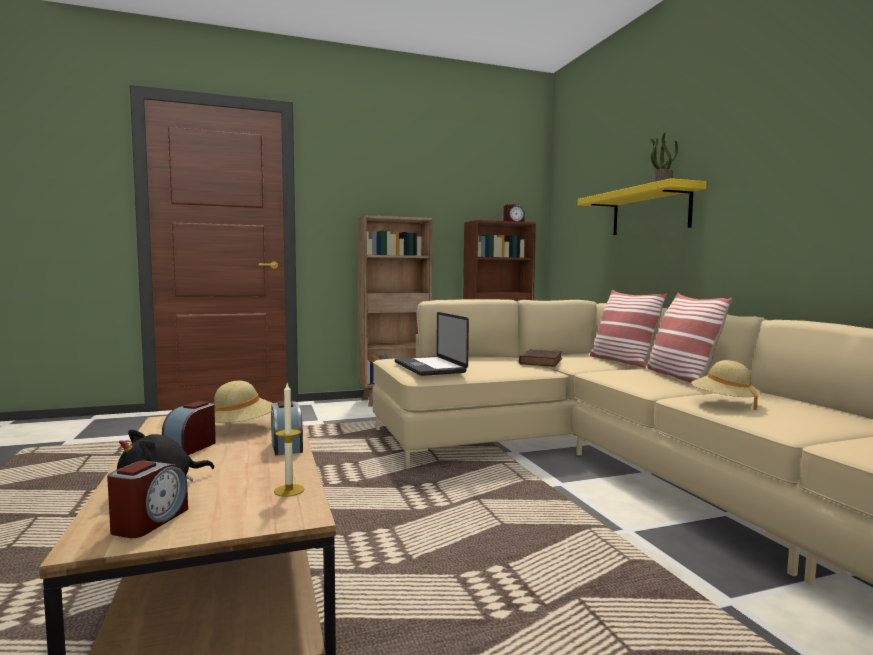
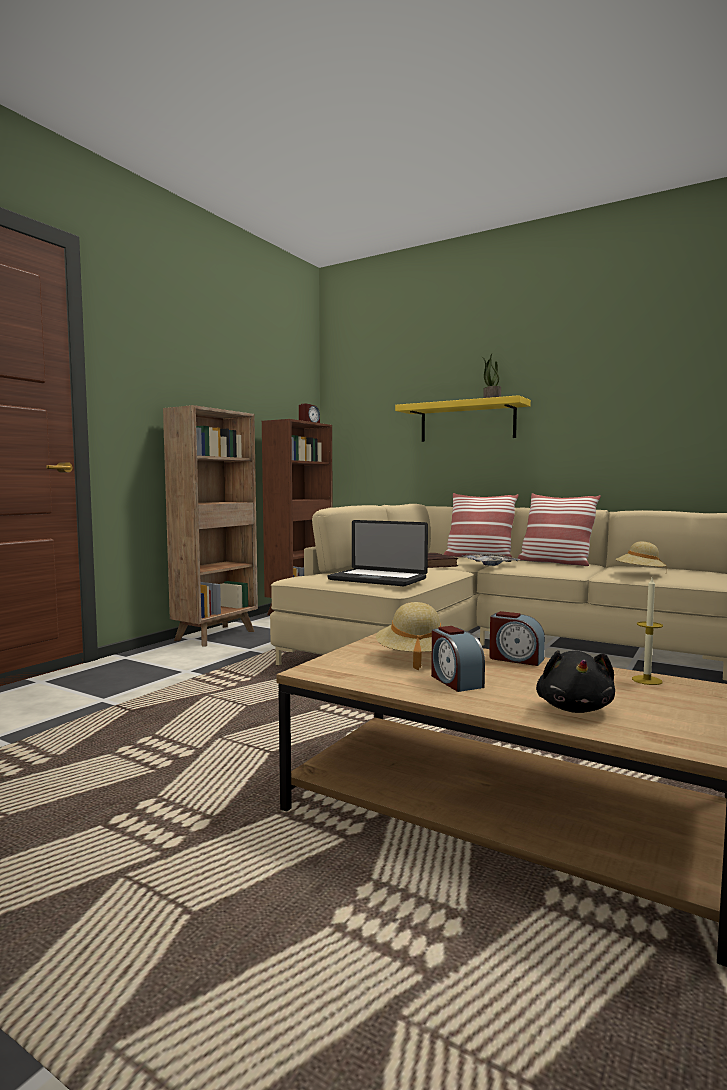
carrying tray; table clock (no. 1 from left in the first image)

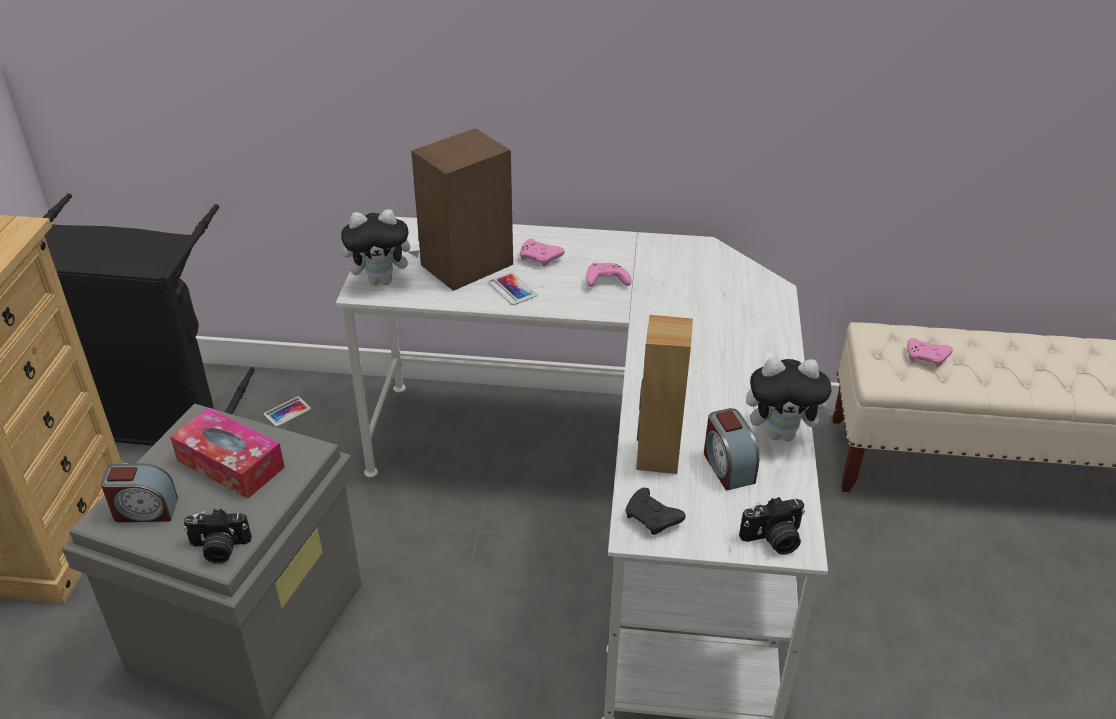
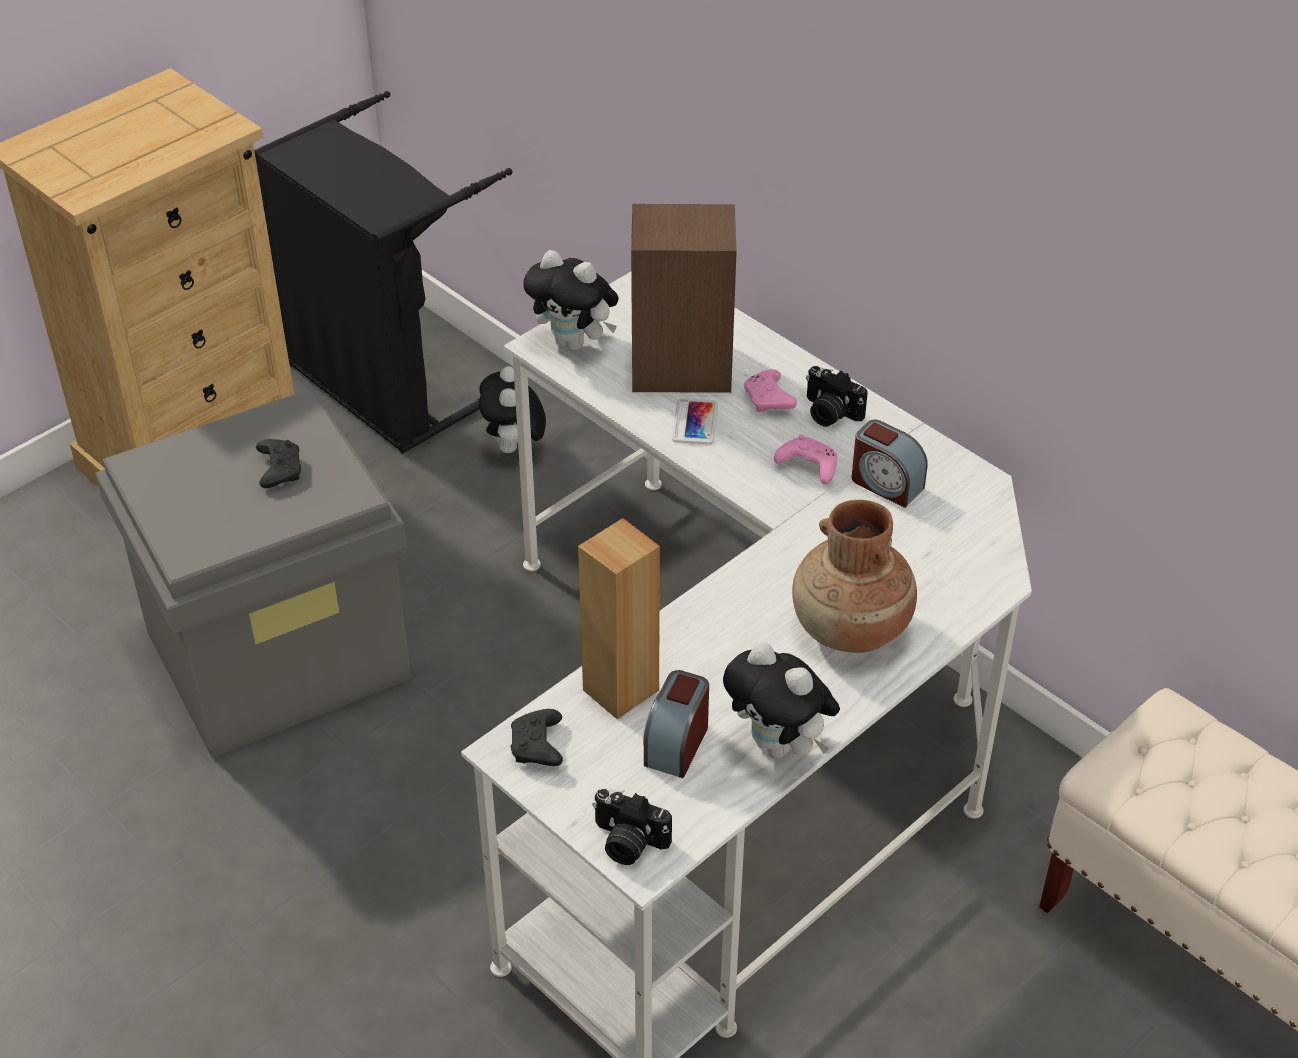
black-coloured gamepad (no. 1 from left); soft toy (no. 1 from left); brownish flower vase; photo camera (no. 2 from left); table clock (no. 2 from left); pink gamepad (no. 3 from left in the first image)

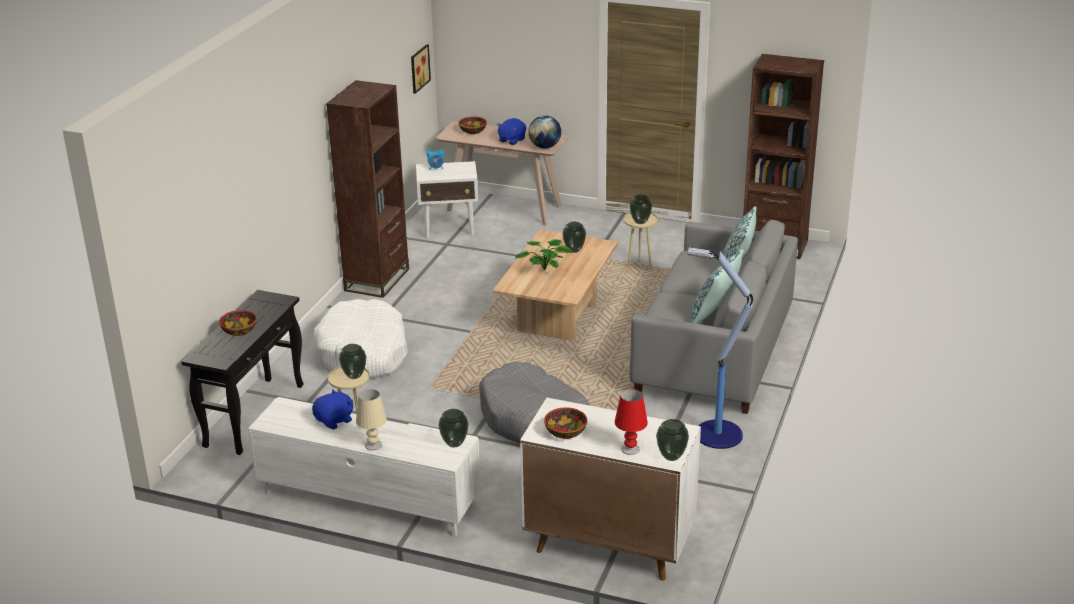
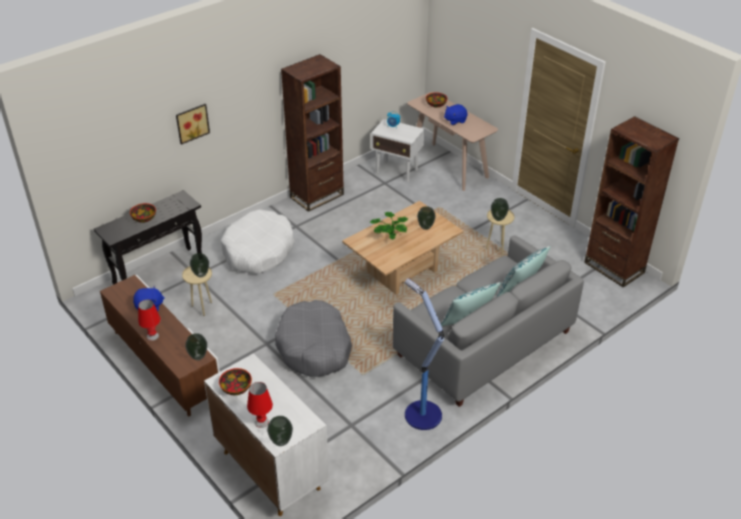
brownish tv unit; red-coloured table lamp (no. 1 from left); picture; globe

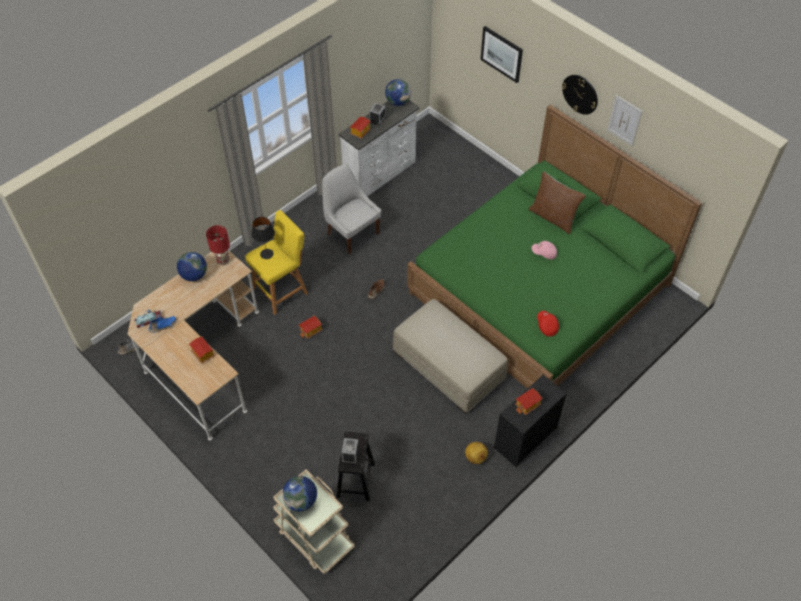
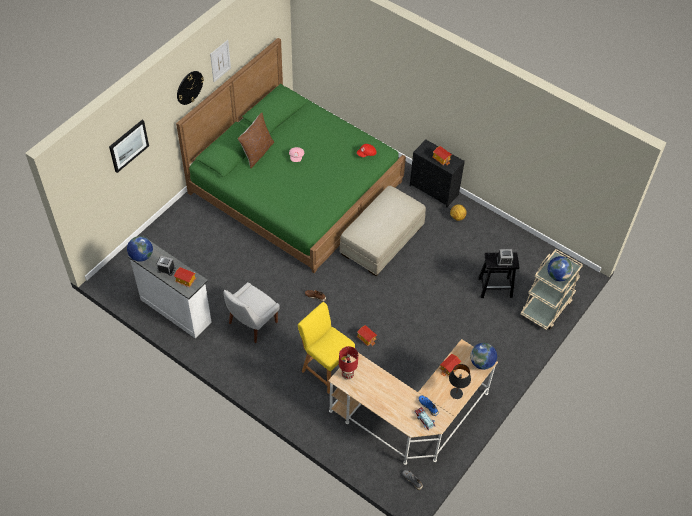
black-coloured table lamp; globe (no. 2 from left)

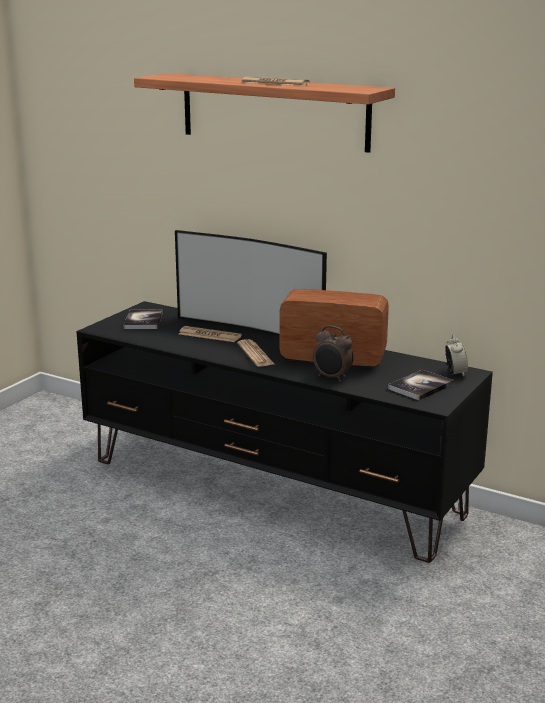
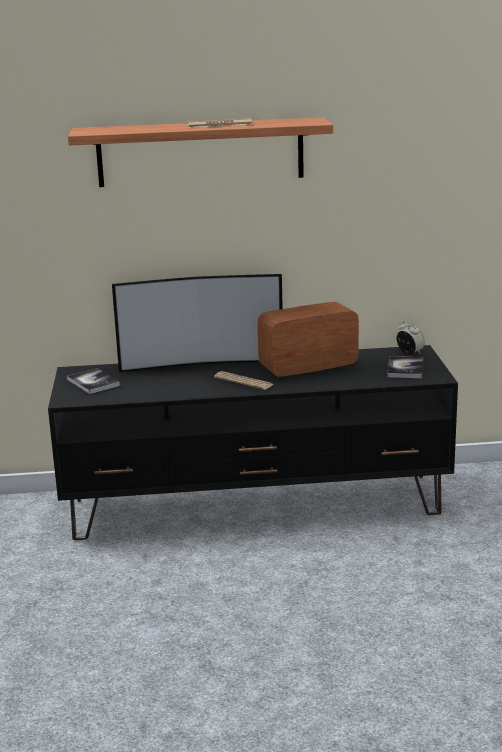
printed paper (no. 1 from left in the first image); table clock (no. 1 from left in the first image)

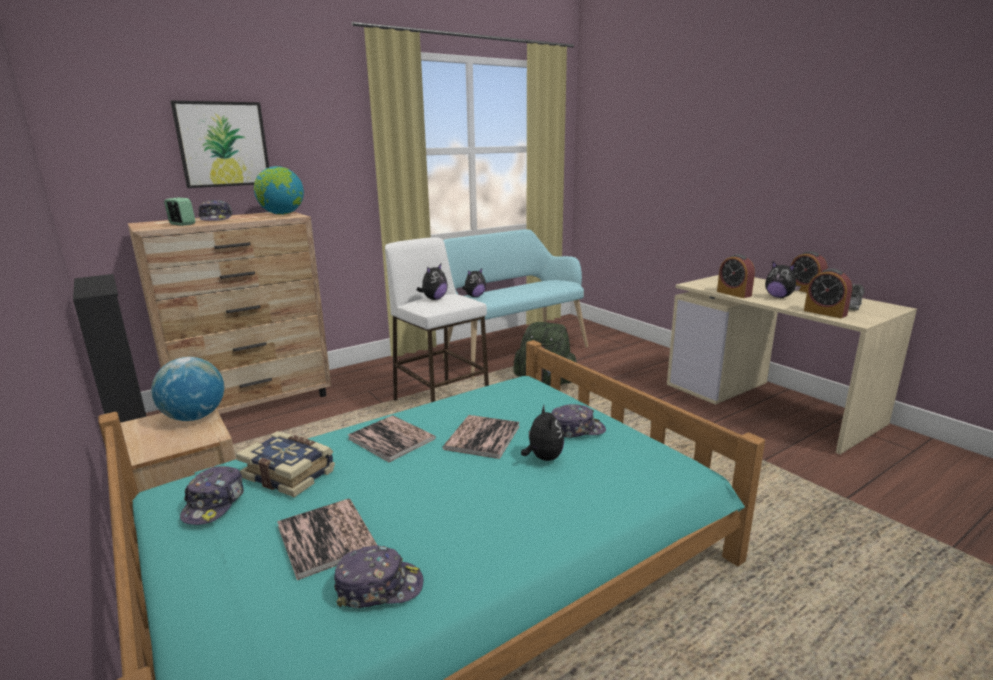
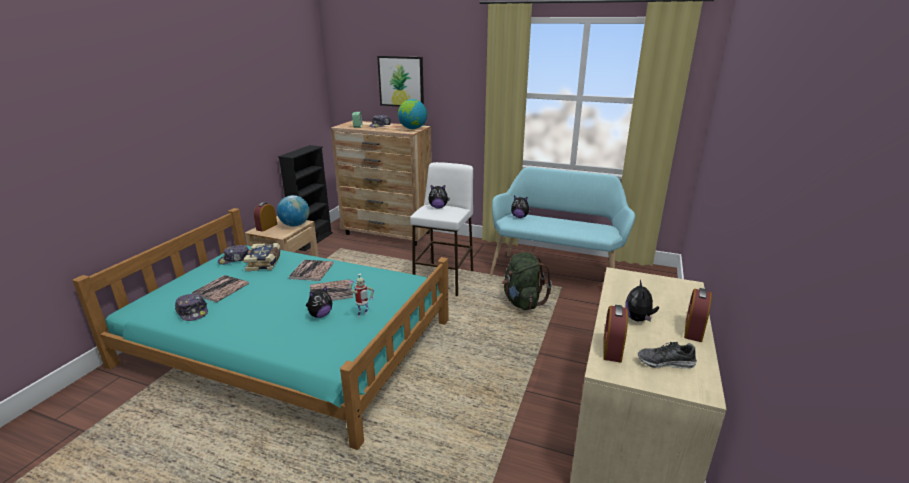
table clock (no. 1 from left); robot figure

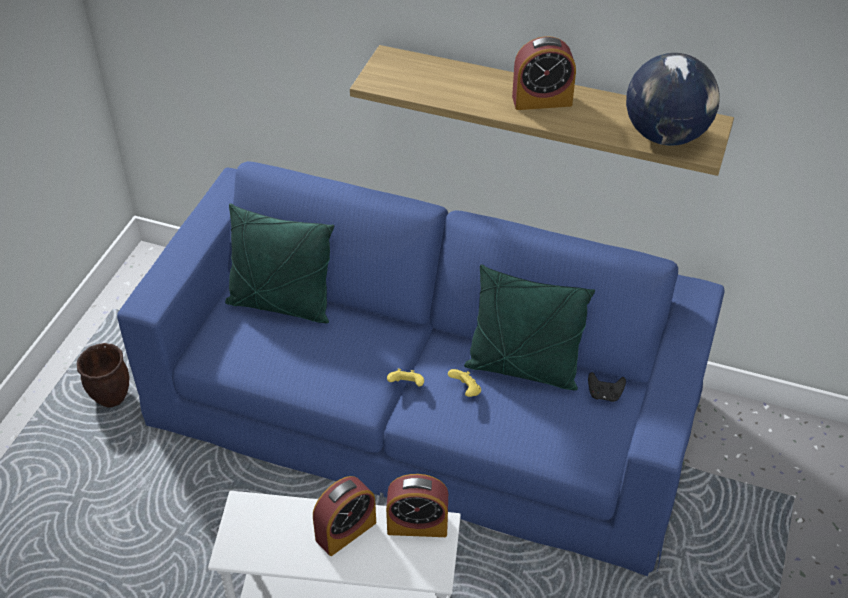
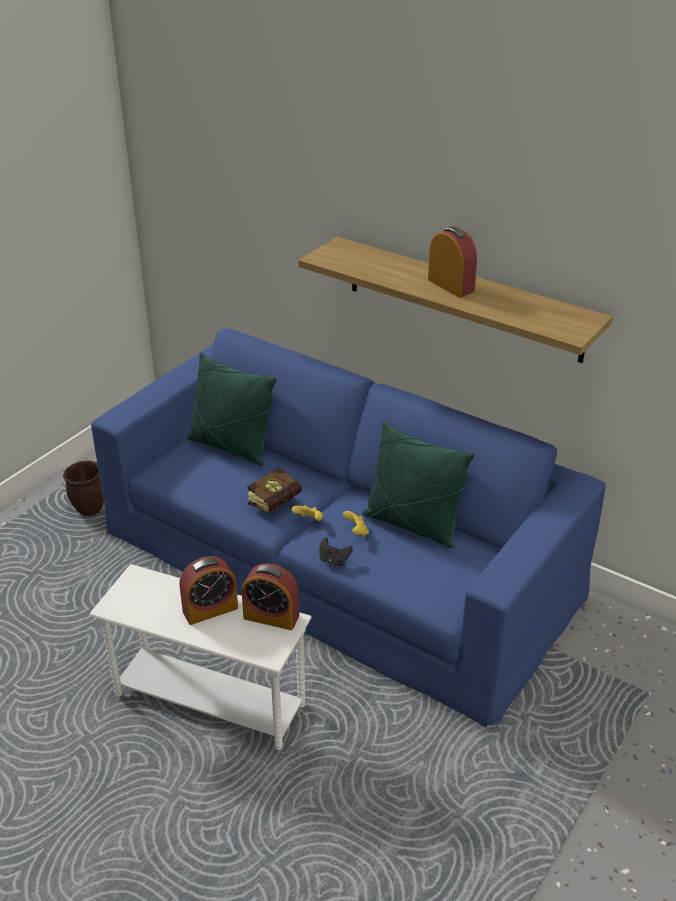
bound book; black-coloured gamepad; table clock (no. 3 from left); globe

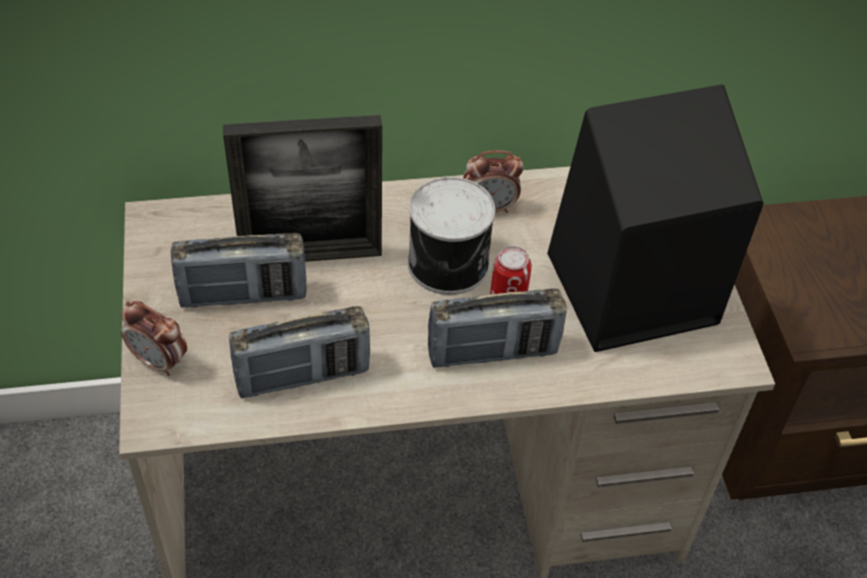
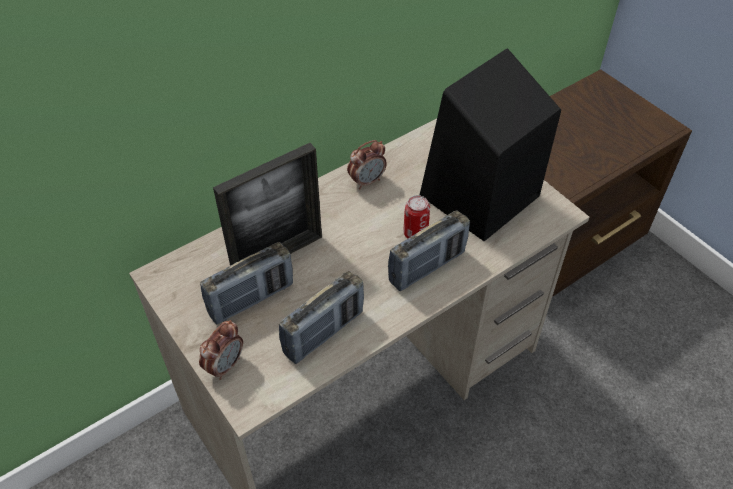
table clock (no. 1 from left); can (no. 1 from left in the first image)

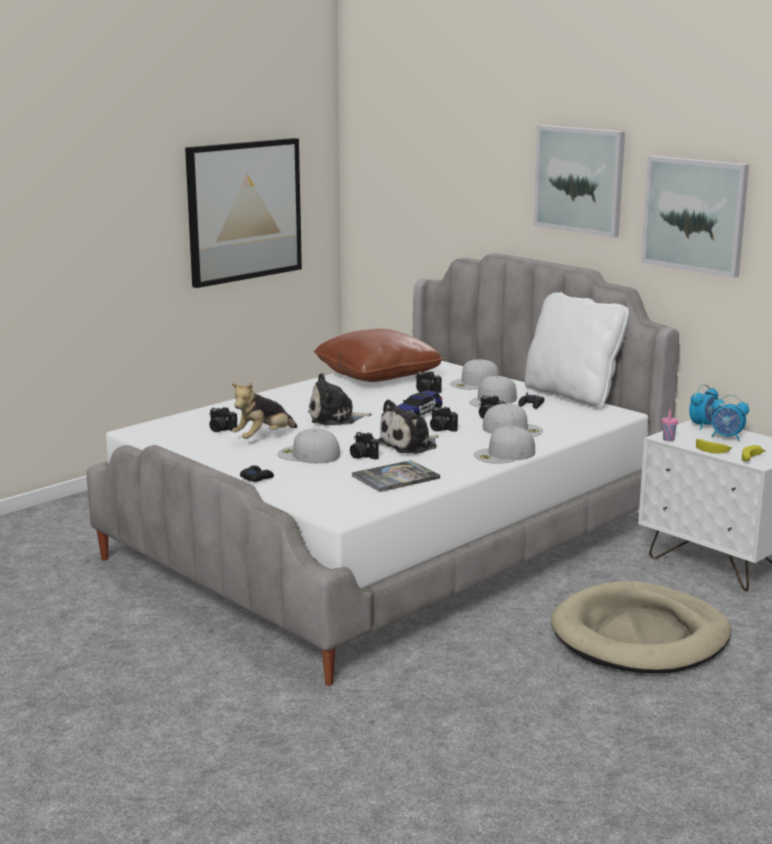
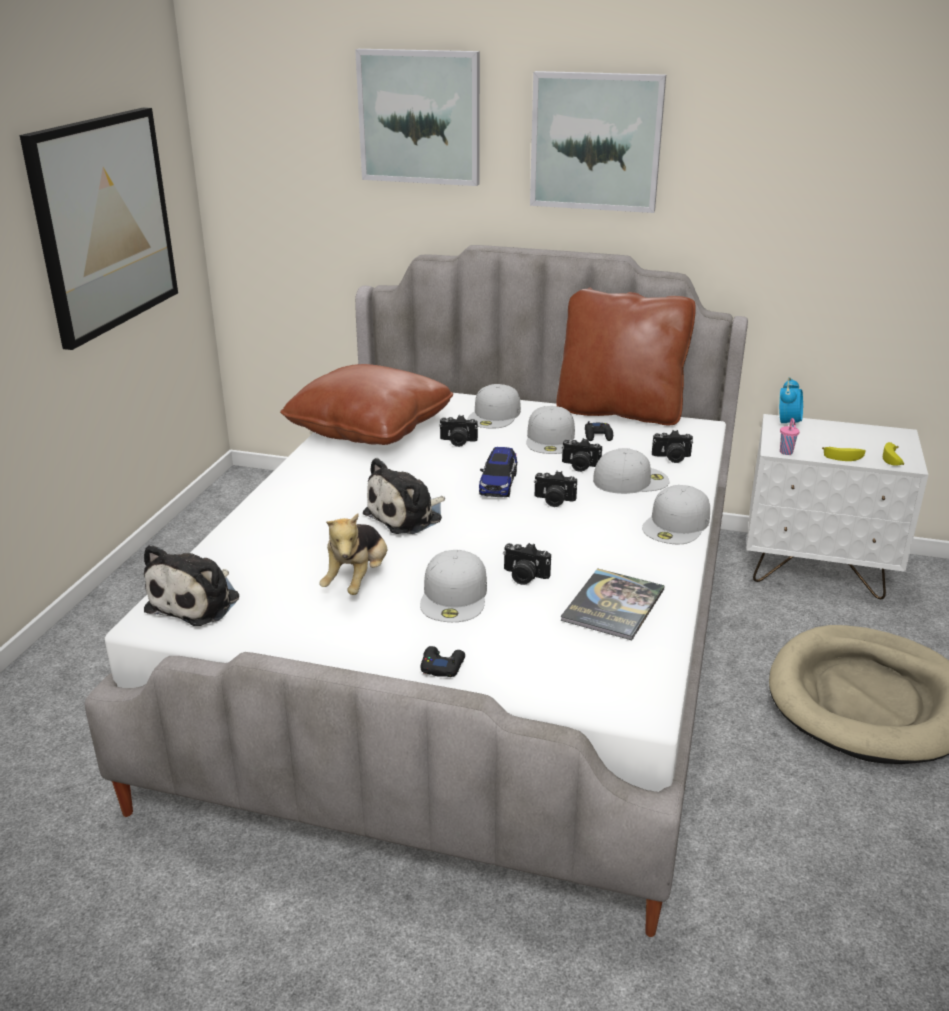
soft toy (no. 1 from left); picture (no. 2 from left); white-coloured cap (no. 1 from left); brownish throw pillow (no. 2 from left); photo camera (no. 5 from left); table clock (no. 2 from left in the first image)

